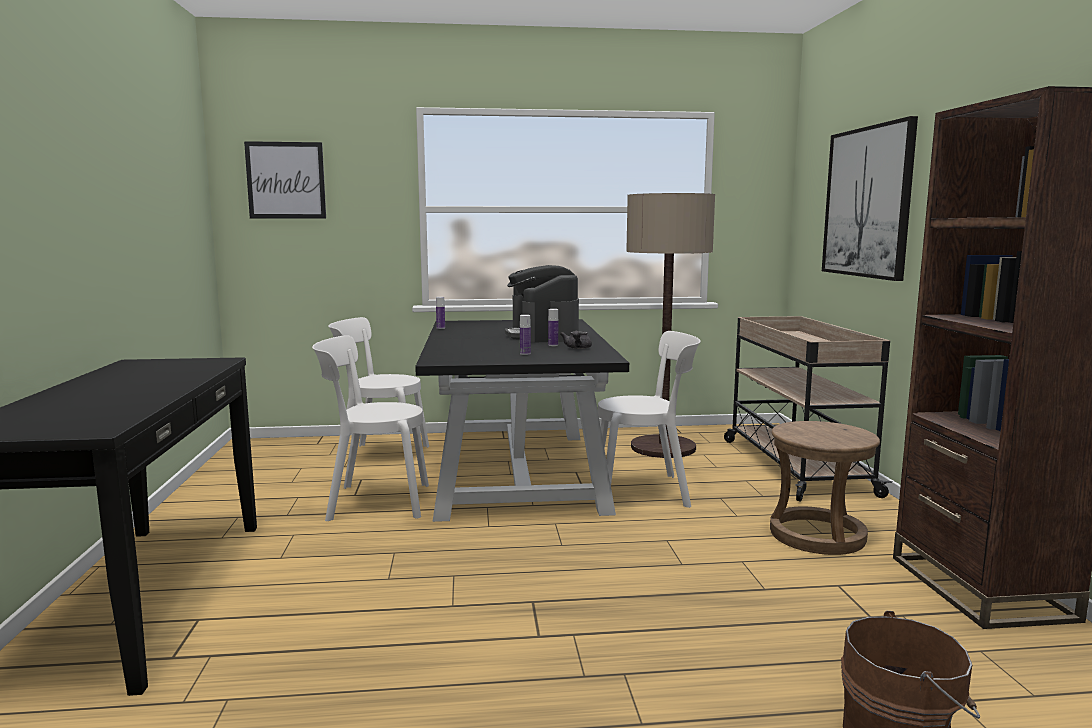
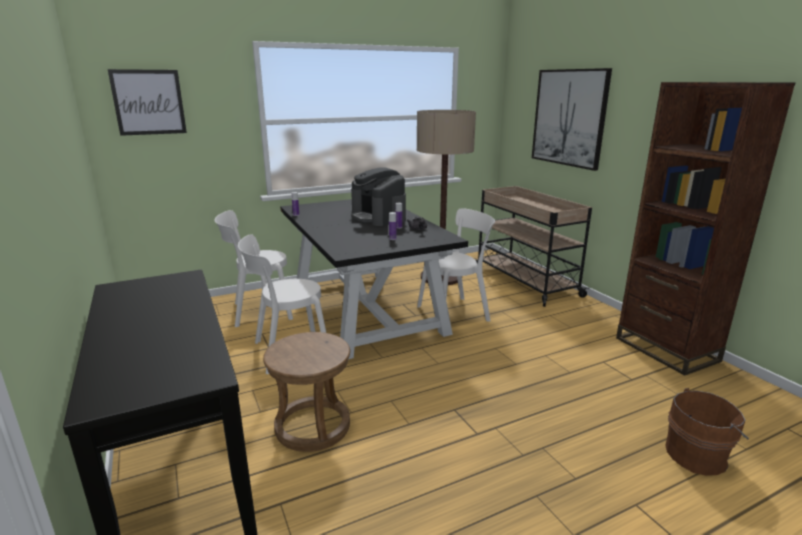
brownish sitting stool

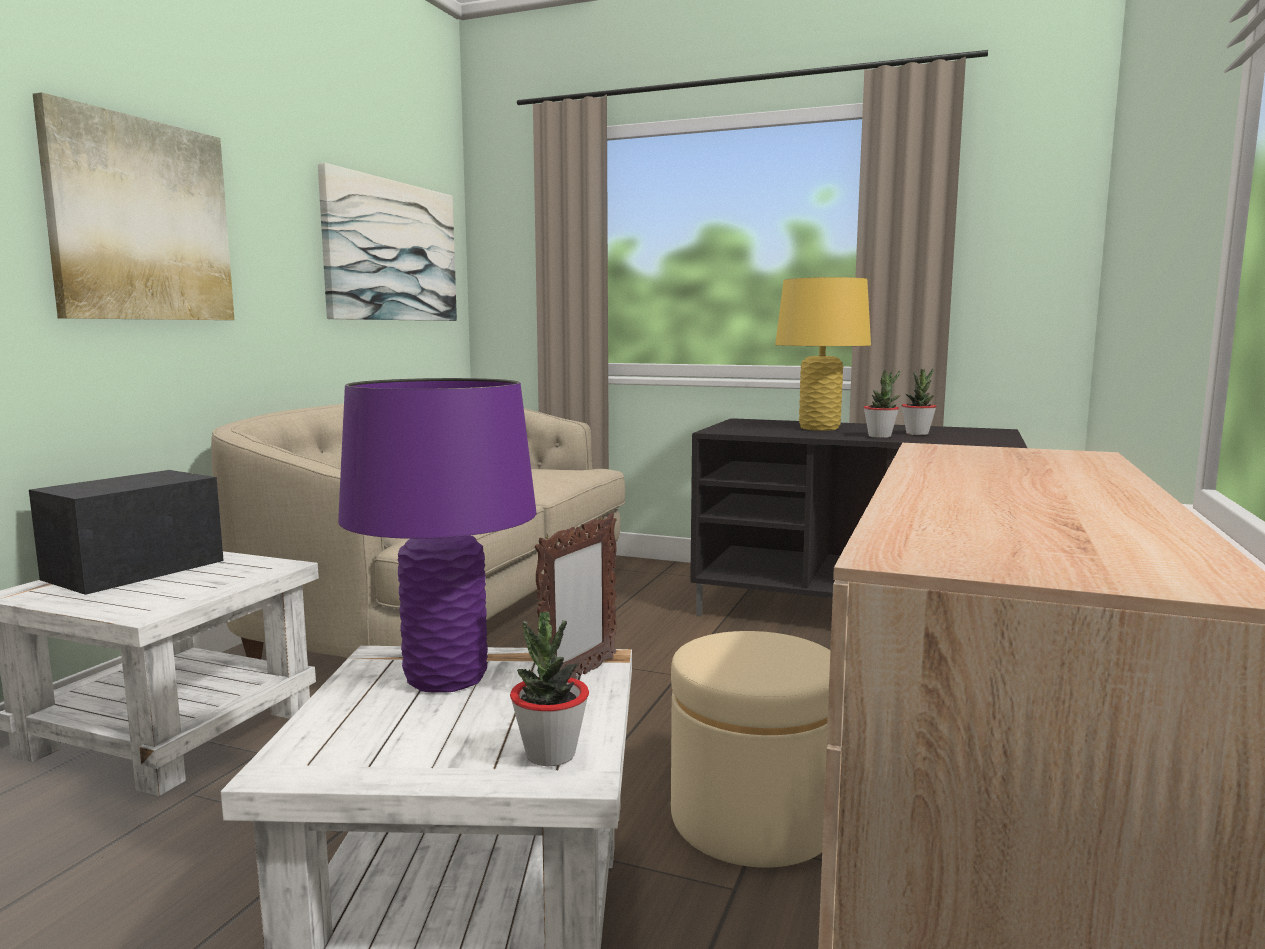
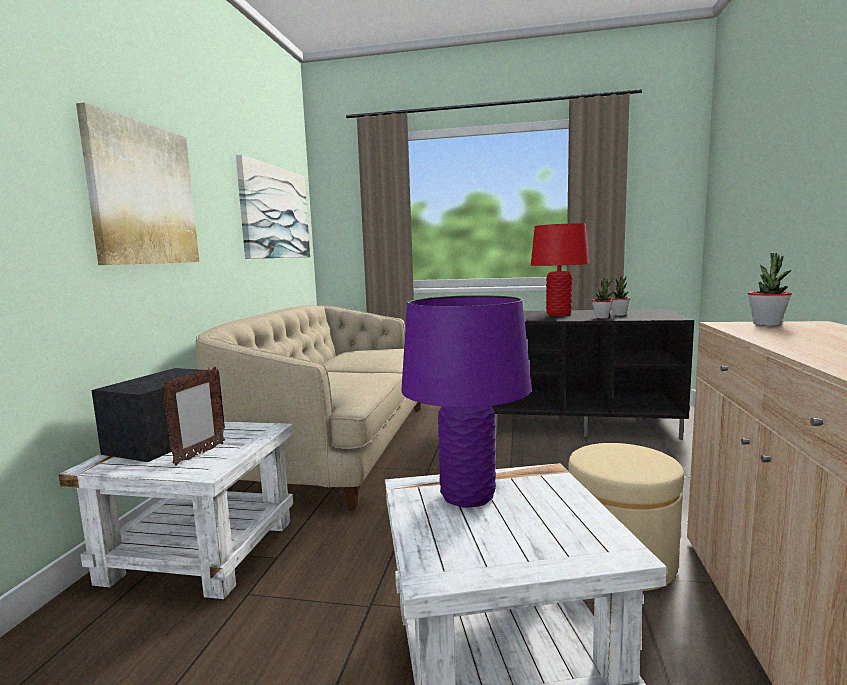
photo frame; red-coloured table lamp; houseplant (no. 3 from left)

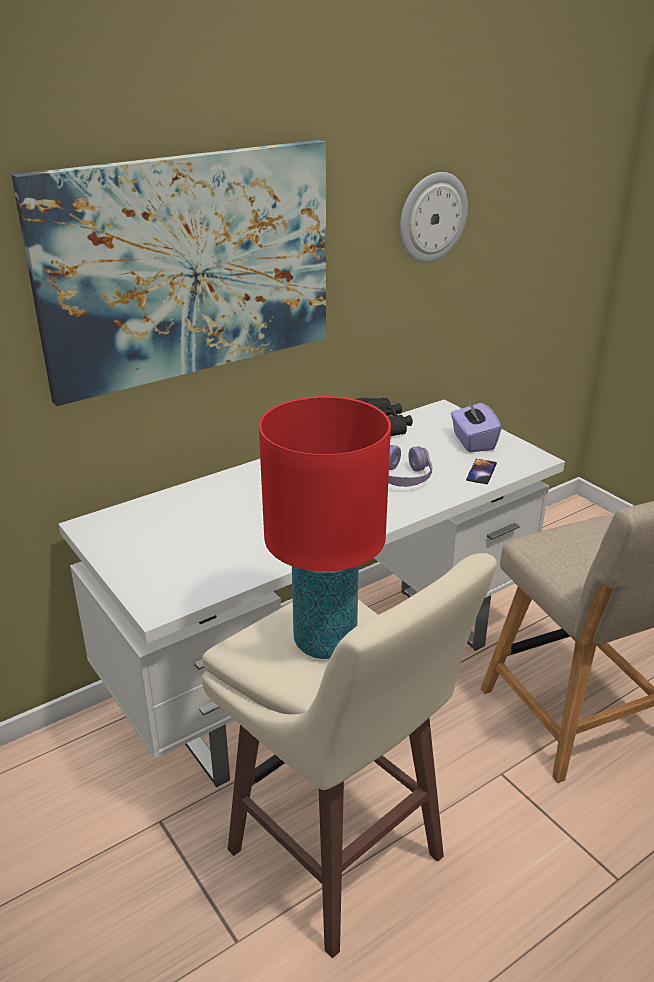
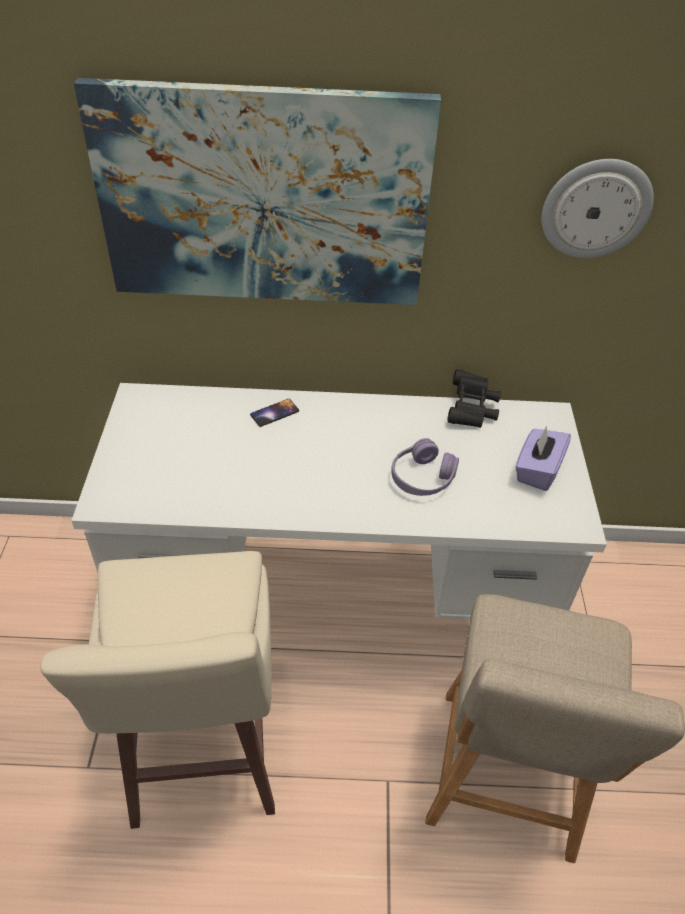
phone; red-coloured table lamp

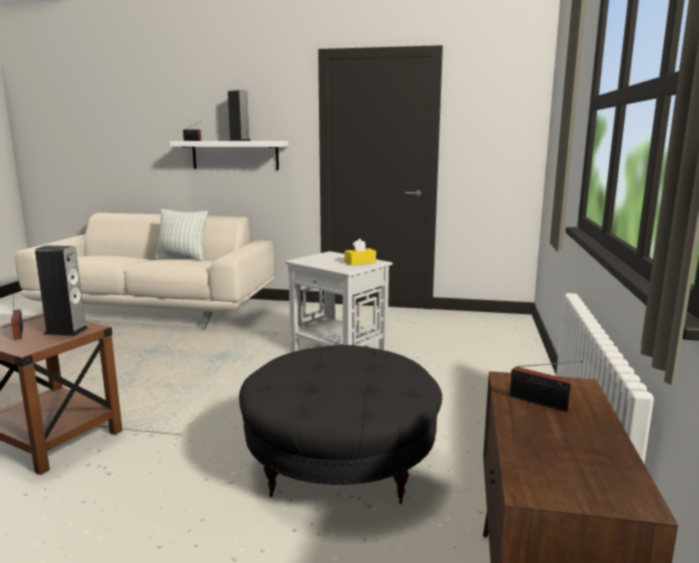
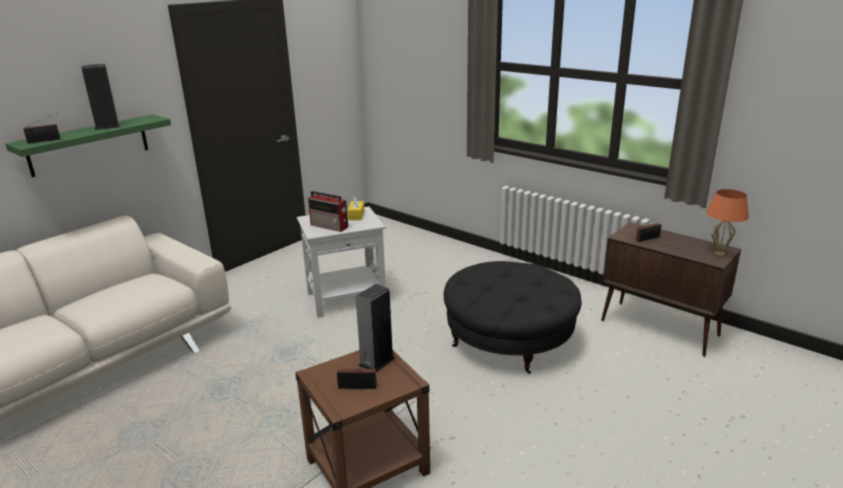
greenish wall shelf; radio set (no. 2 from left); orange-coloured table lamp; throw pillow

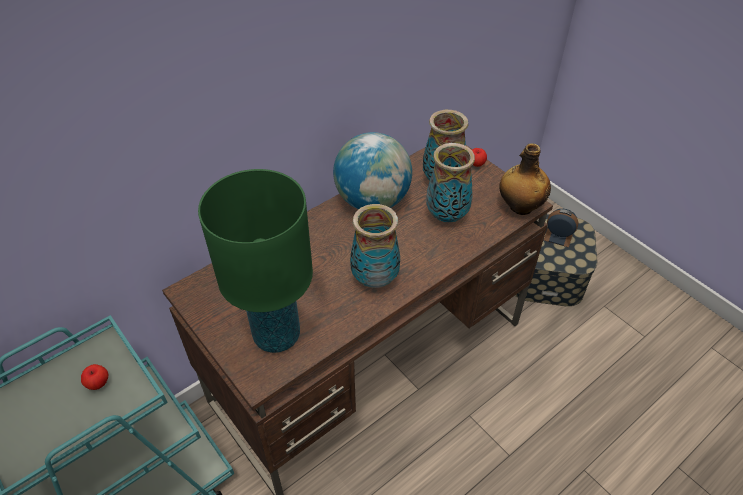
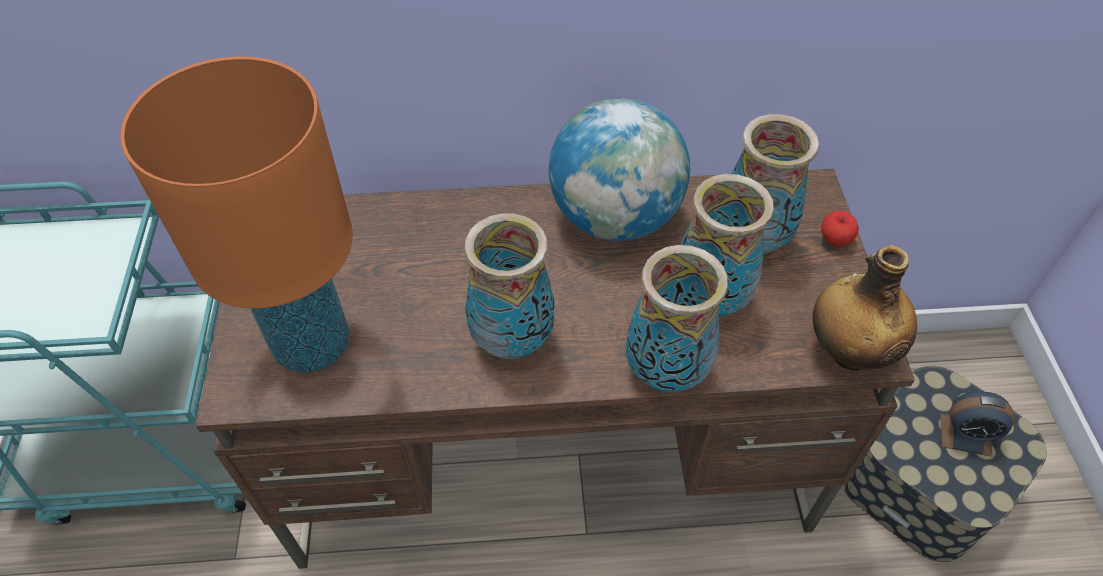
orange-coloured table lamp; flower vase (no. 2 from left); table clock; whole apple (no. 1 from left in the first image)

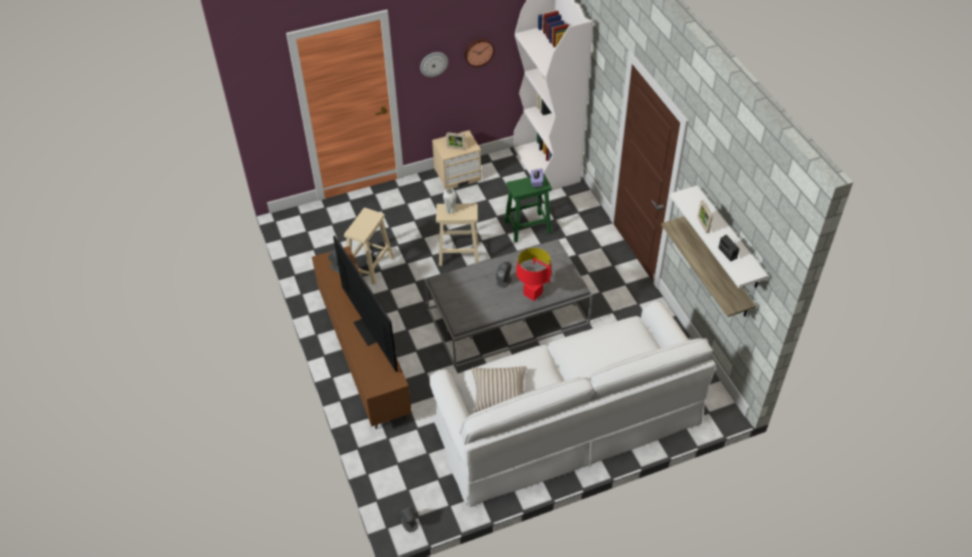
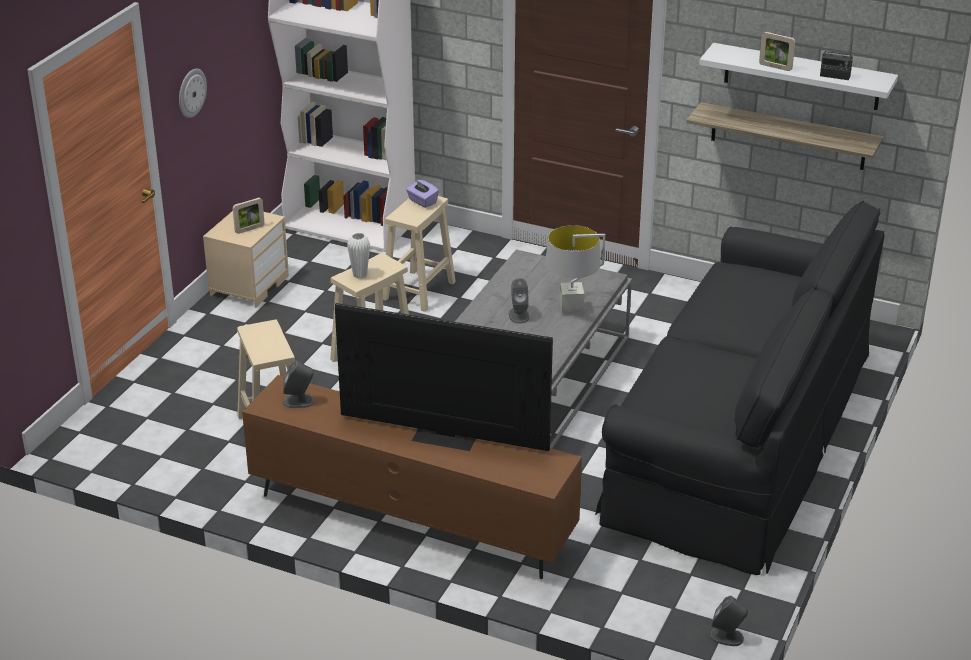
beige-coloured sitting stool (no. 3 from left); gray table lamp; black-coloured sofa; hanging clock (no. 2 from left in the first image); beige-coloured throw pillow

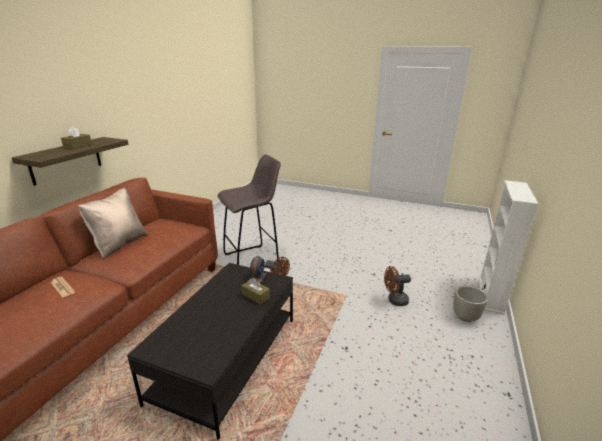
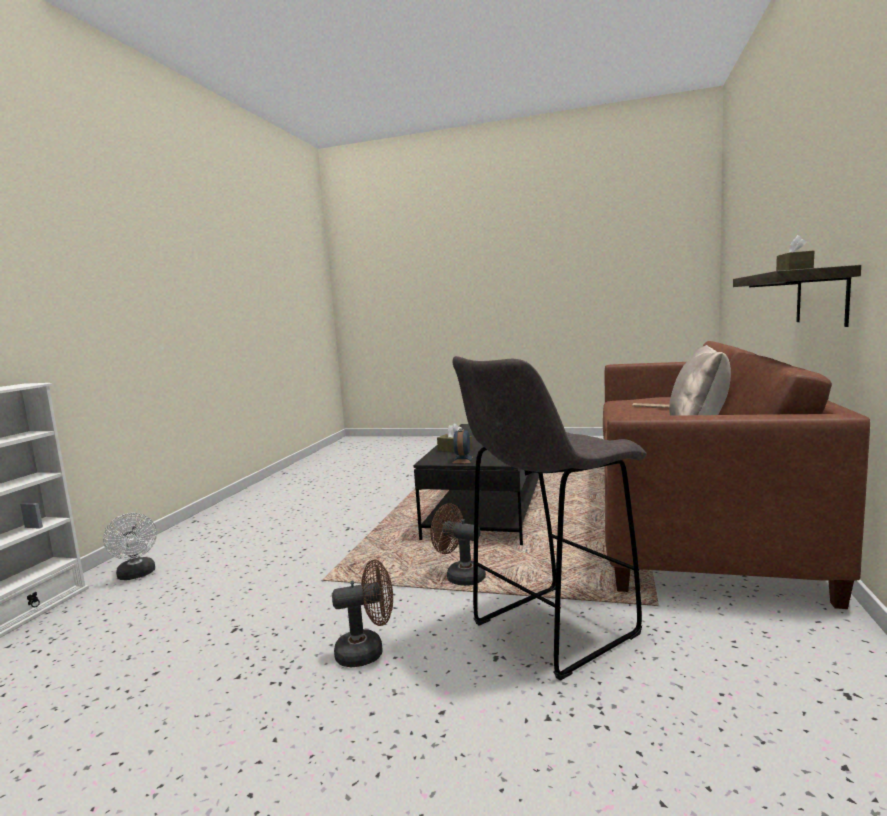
white-coloured cooling fan; brownish cooling fan (no. 1 from left)

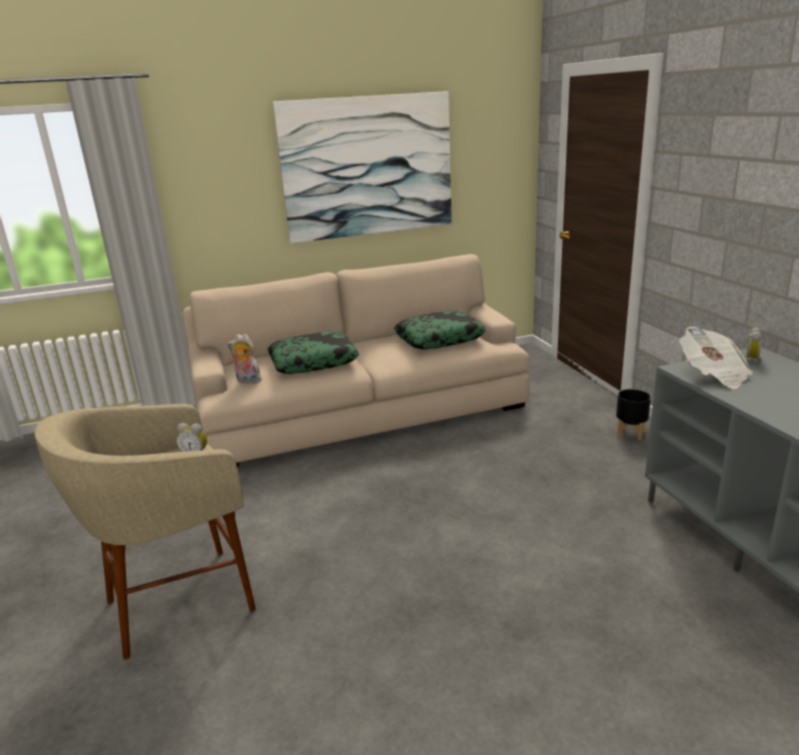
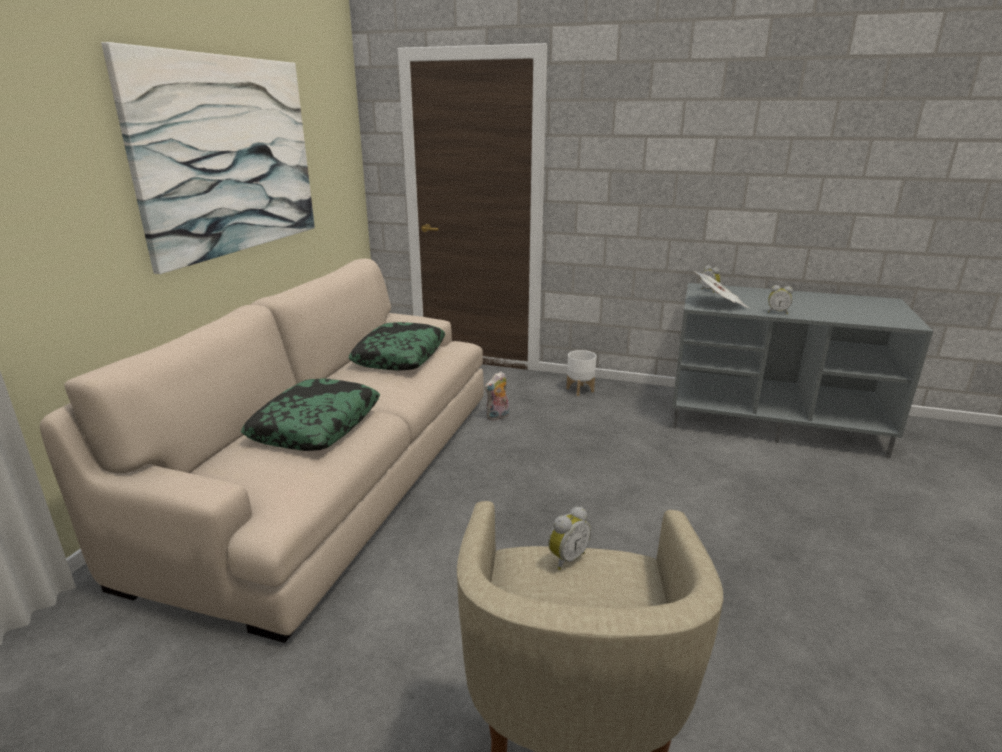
soft toy; white-coloured planter; table clock (no. 3 from left)

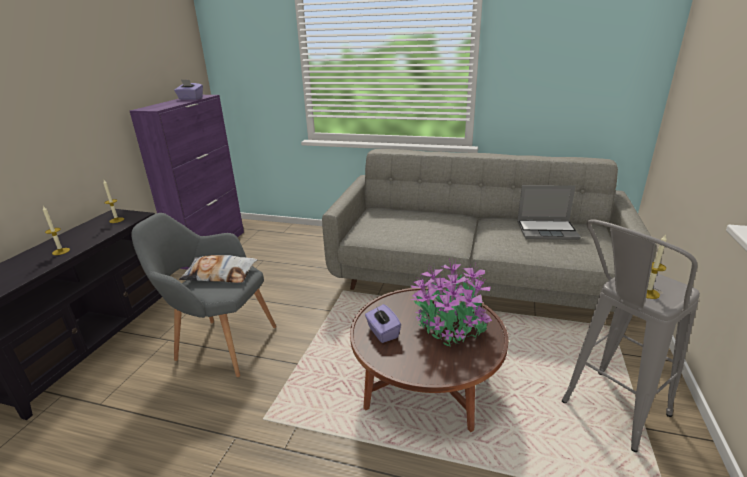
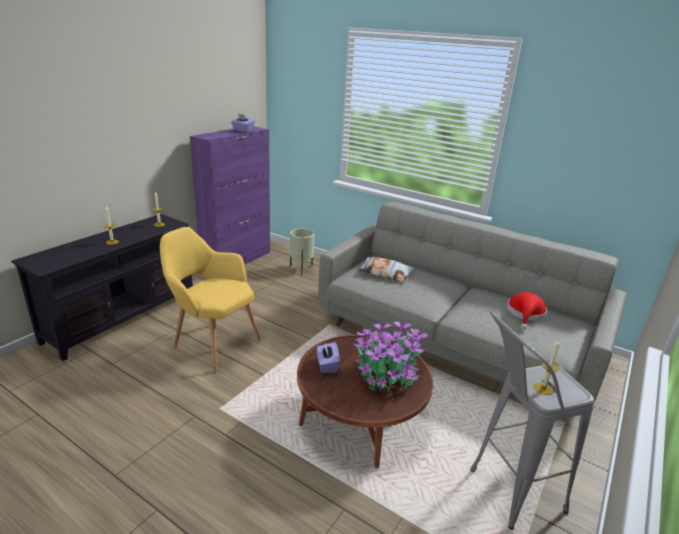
yellowish armchair; beige-coloured planter; throw pillow; red-coloured clothing hat

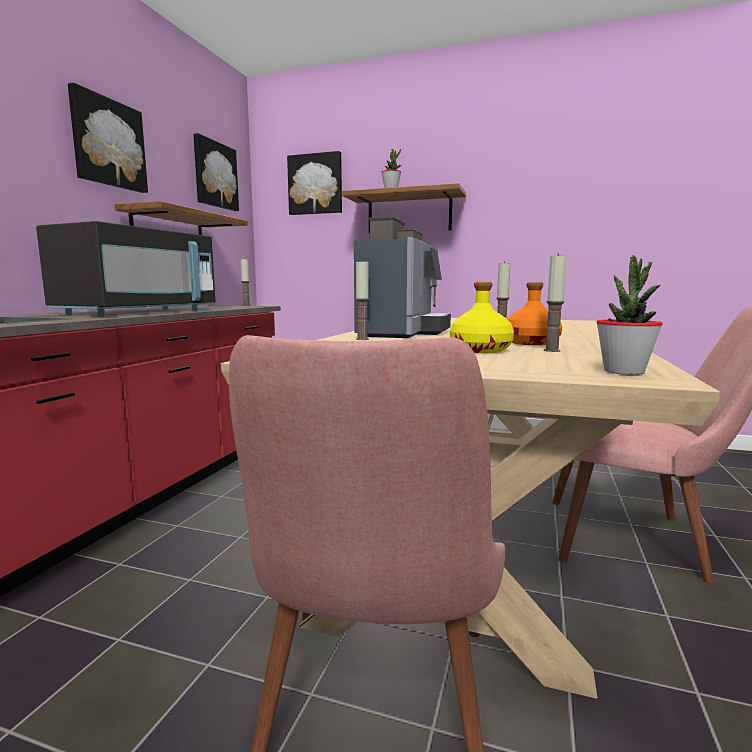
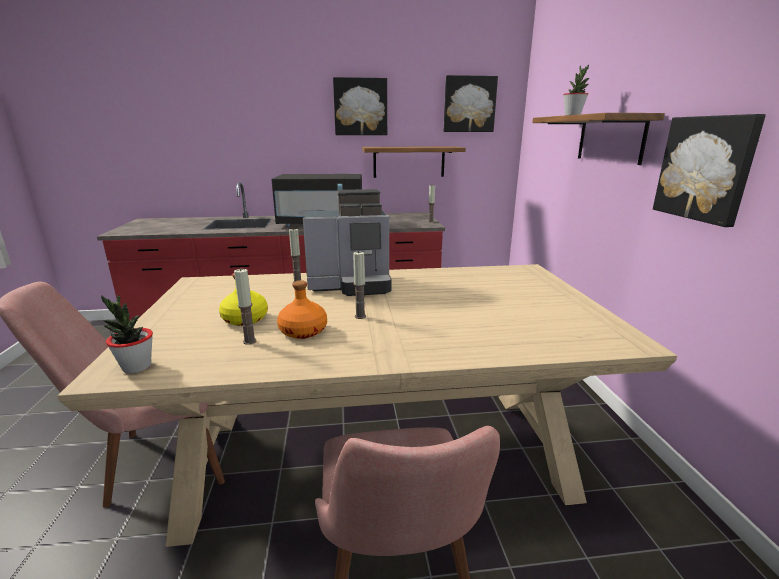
picture (no. 3 from left)

